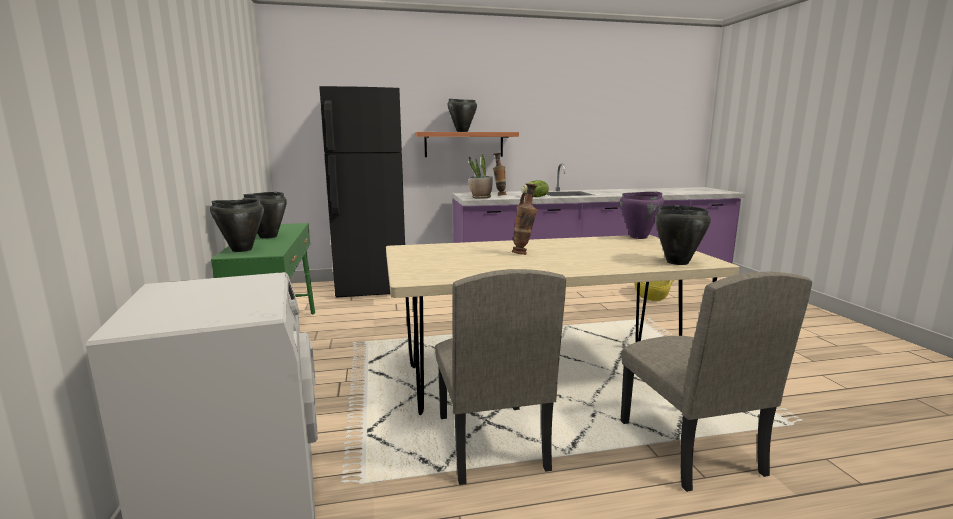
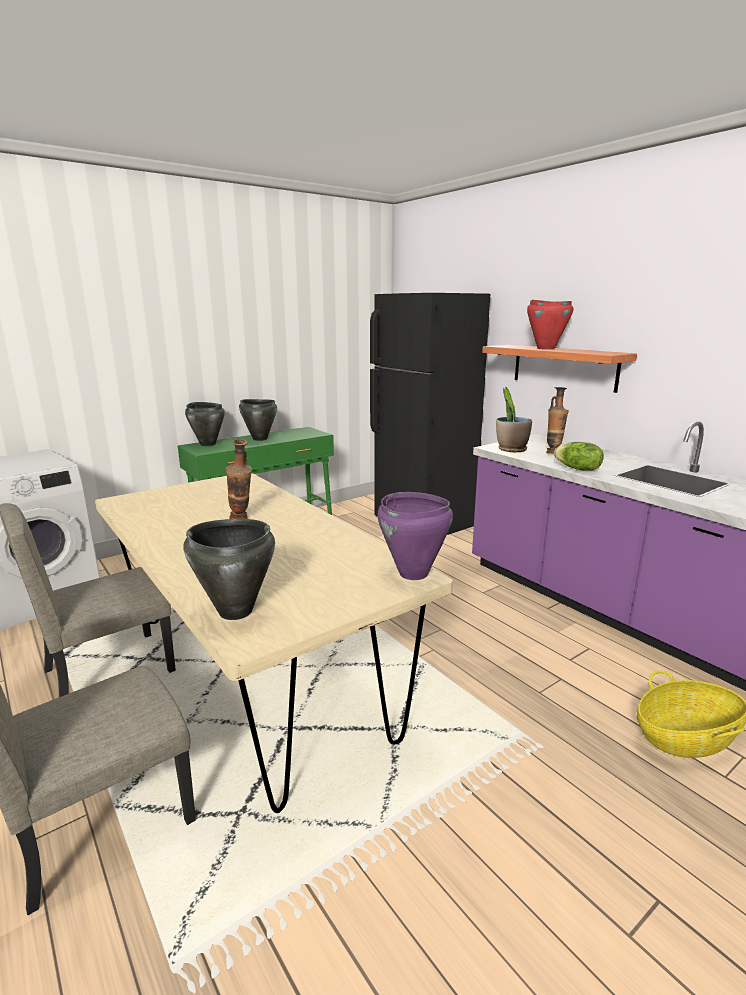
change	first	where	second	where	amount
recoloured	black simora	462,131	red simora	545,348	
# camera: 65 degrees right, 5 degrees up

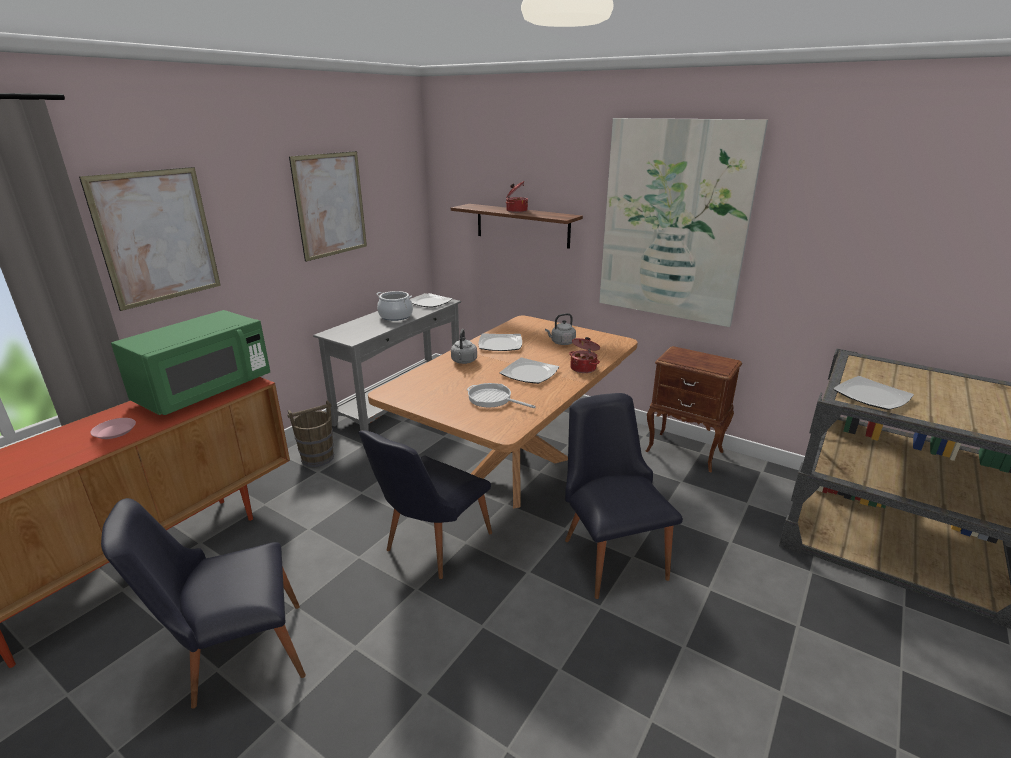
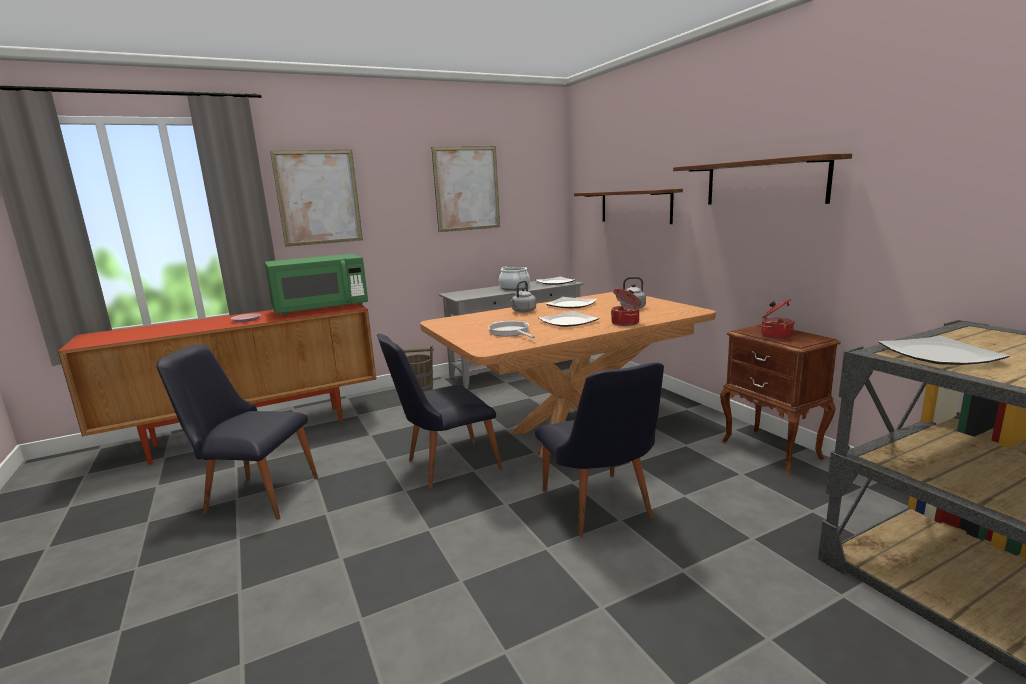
change	first	where	second	where	amount
moved	simora	516,211		775,336	
replaced	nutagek	673,222	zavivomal	764,182	
turned	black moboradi	610,551		600,510	150 degrees clockwise
# camera: 30 degrees right, 10 degrees down

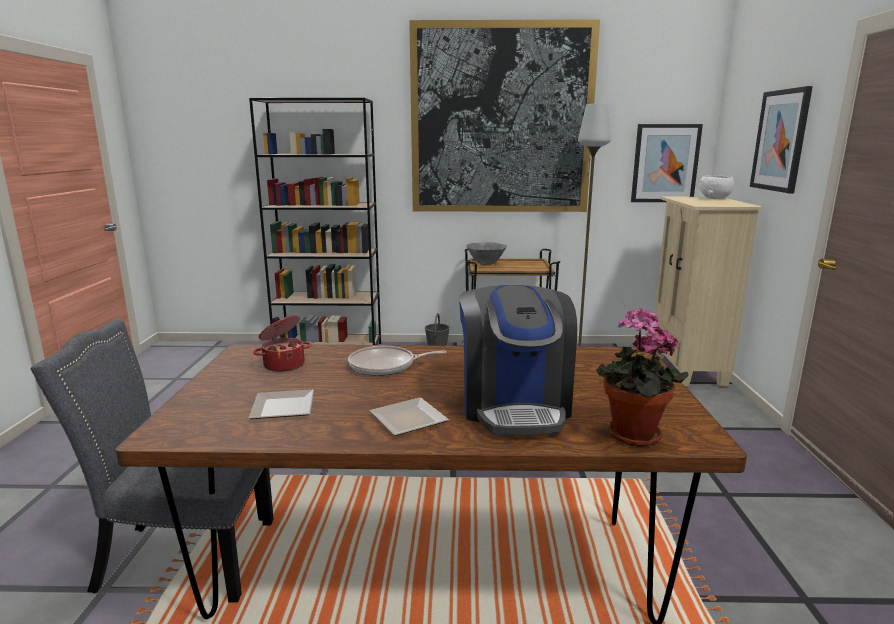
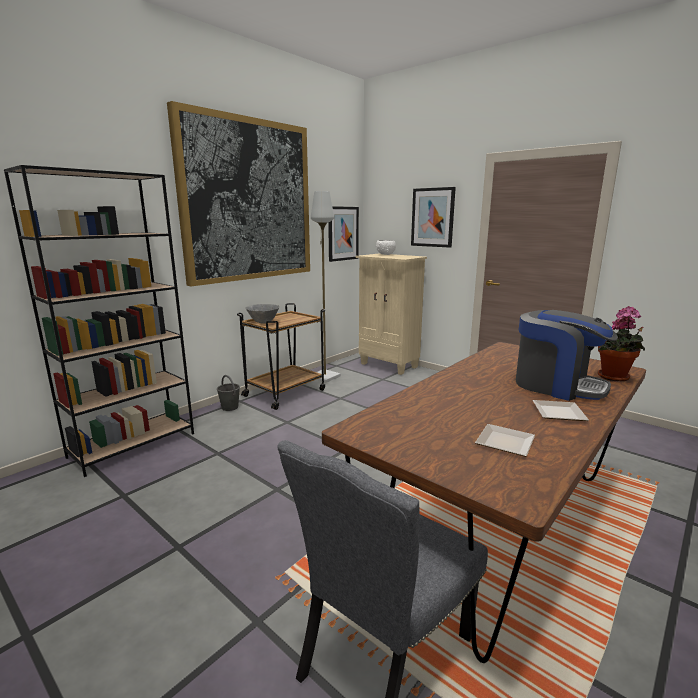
change	first	where	second	where	amount
removed	simora	284,365			
removed	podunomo	385,366			
# camera: 50 degrees left, 0 degrees up

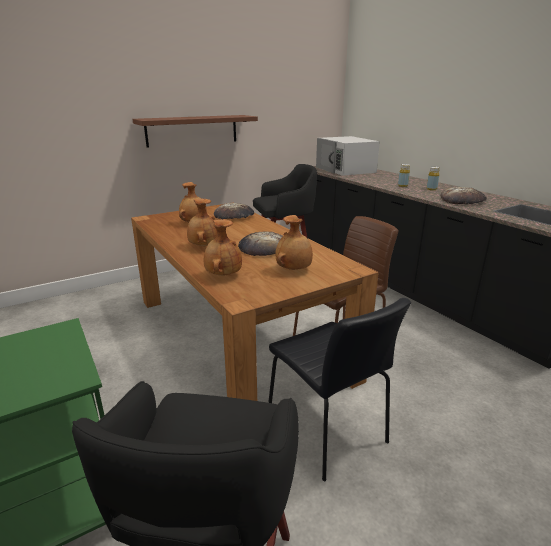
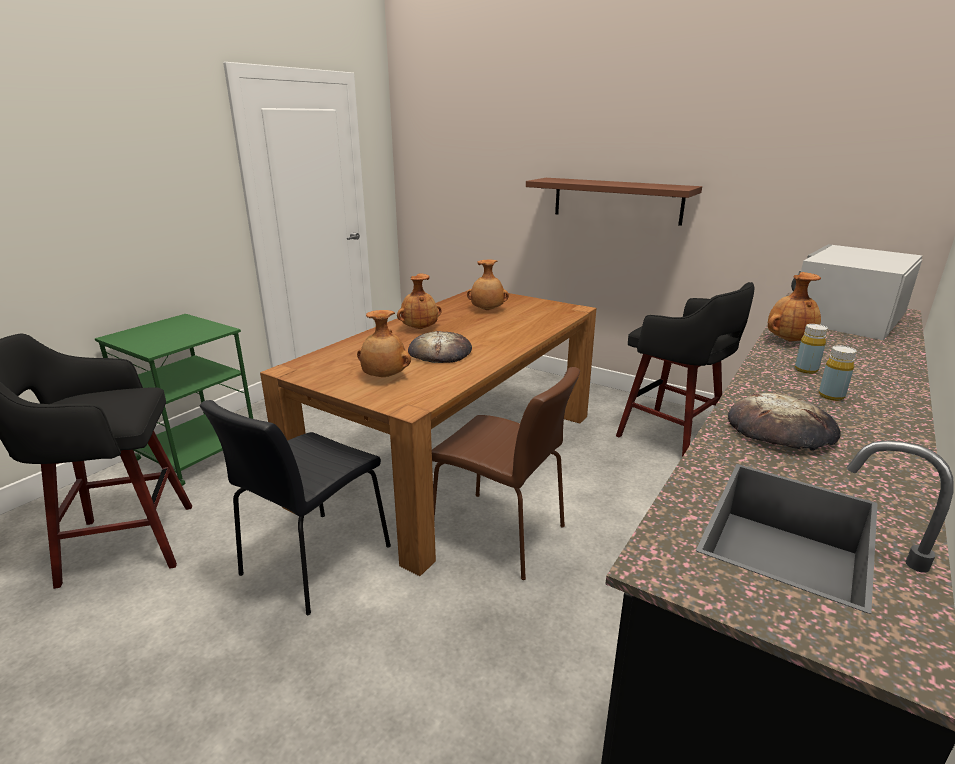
change	first	where	second	where	amount
removed	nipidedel	234,216			
moved	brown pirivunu	223,275		788,340	
# camera: 65 degrees right, 0 degrees up

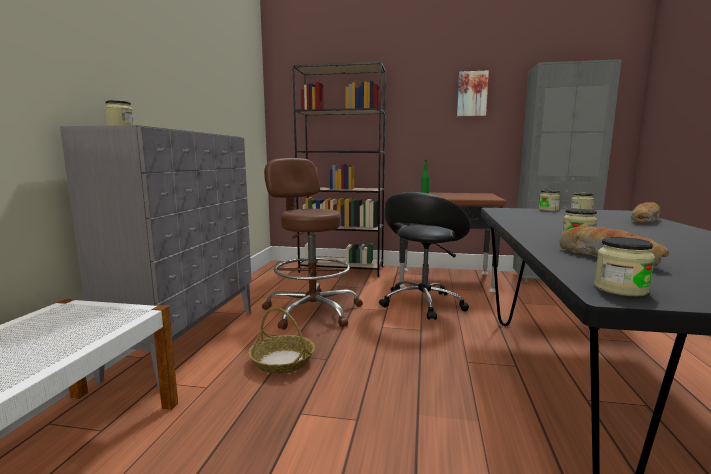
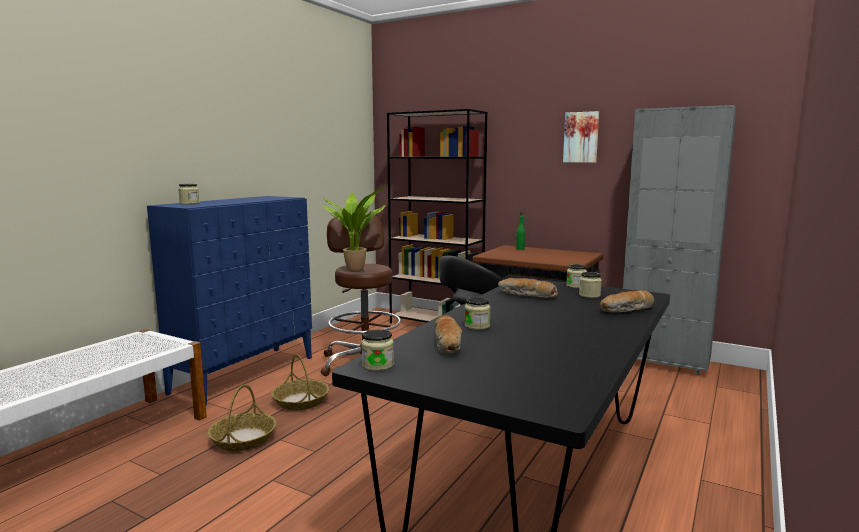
change	first	where	second	where	amount
added			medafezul	243,439	
added			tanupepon	357,270	
added			nipidedel	526,295	
recoloured	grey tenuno	190,341	blue tenuno	246,374	
# camera: 20 degrees right, 0 degrees up

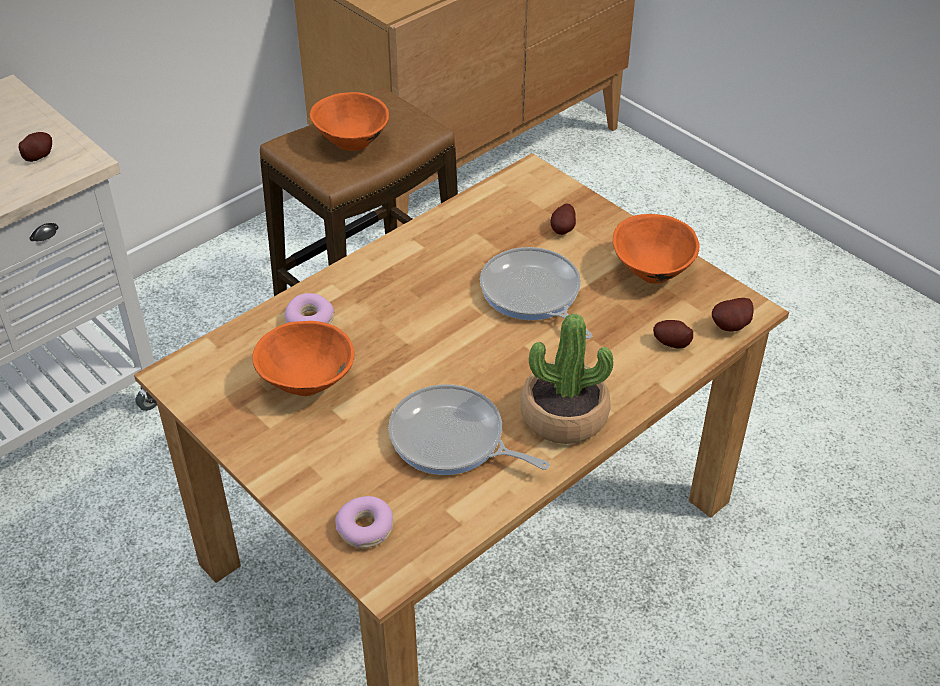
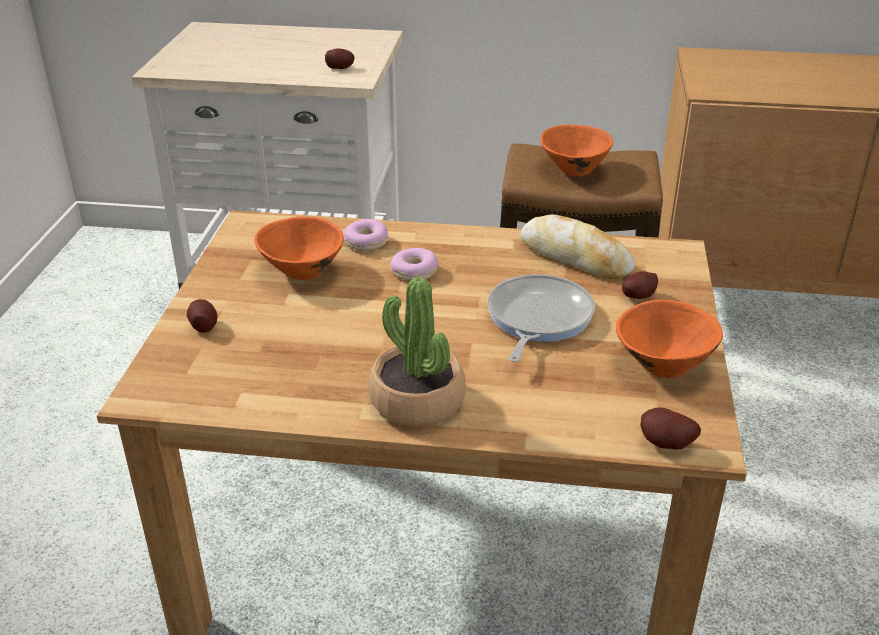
change	first	where	second	where	amount
removed	podunomo	452,440			
added			nipidedel	575,257	
moved	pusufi	365,528		414,272	
moved	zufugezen	671,342		203,325	
# camera: 50 degrees right, 10 degrees down

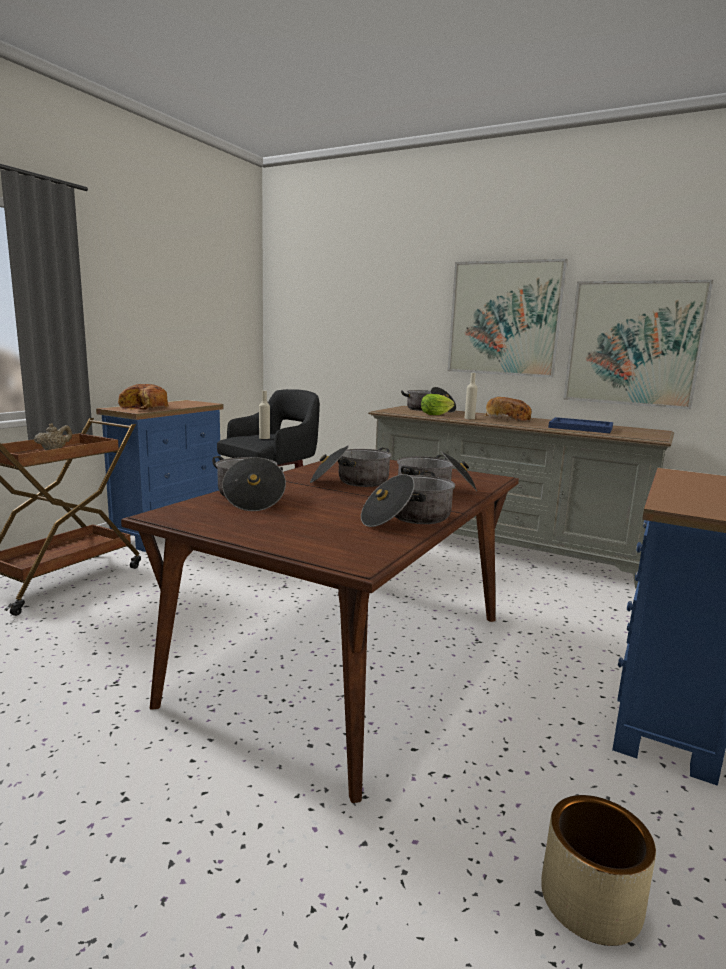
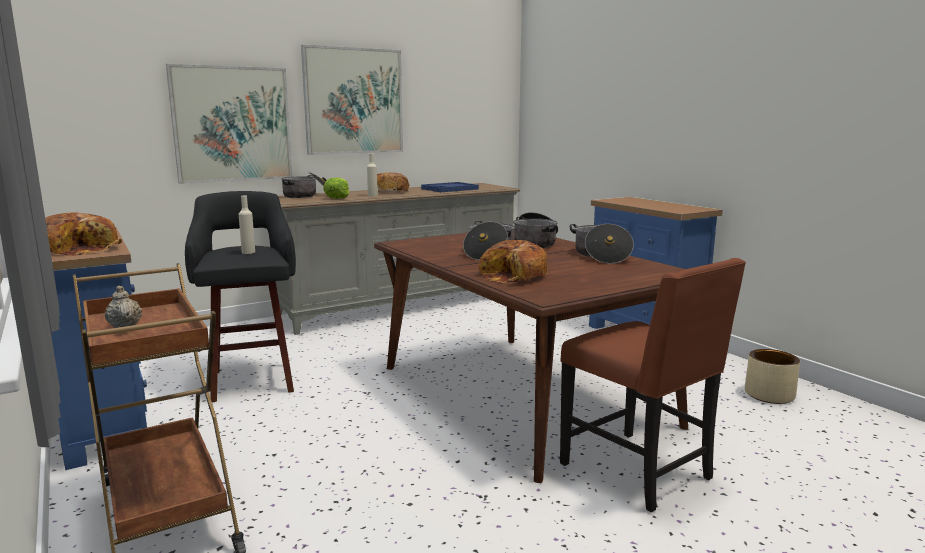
change	first	where	second	where	amount
added			brown moboradi	639,472	
moved	nutagek	633,344		232,124	
replaced	simora	249,498	nipidedel	514,276	
# camera: 60 degrees left, 0 degrees up

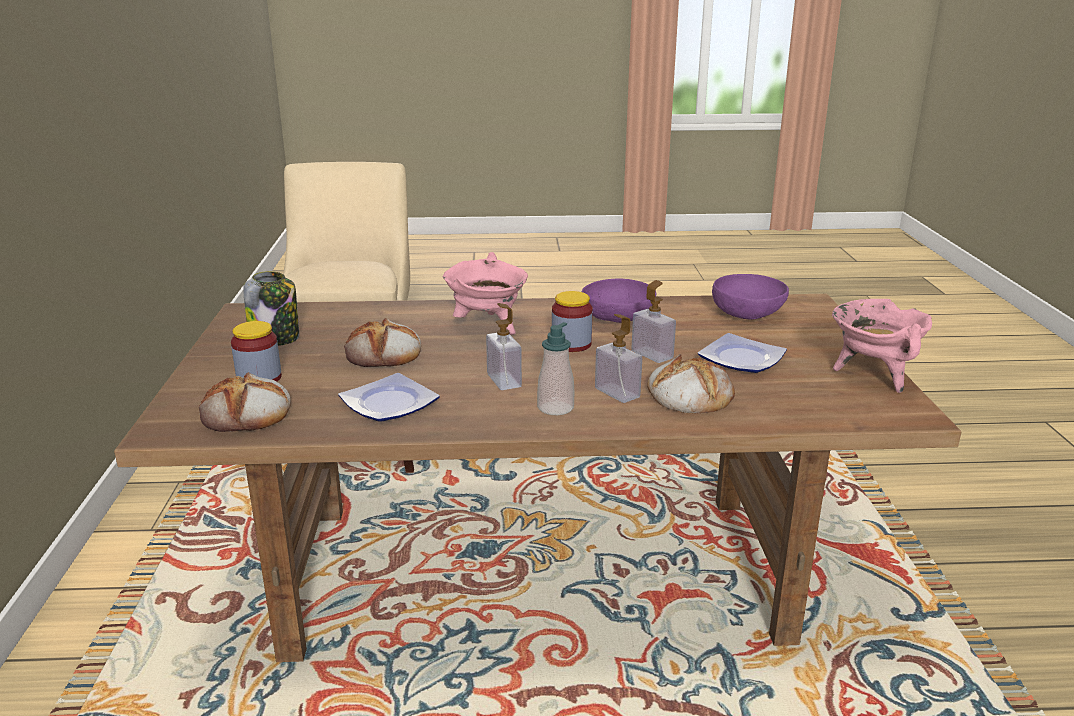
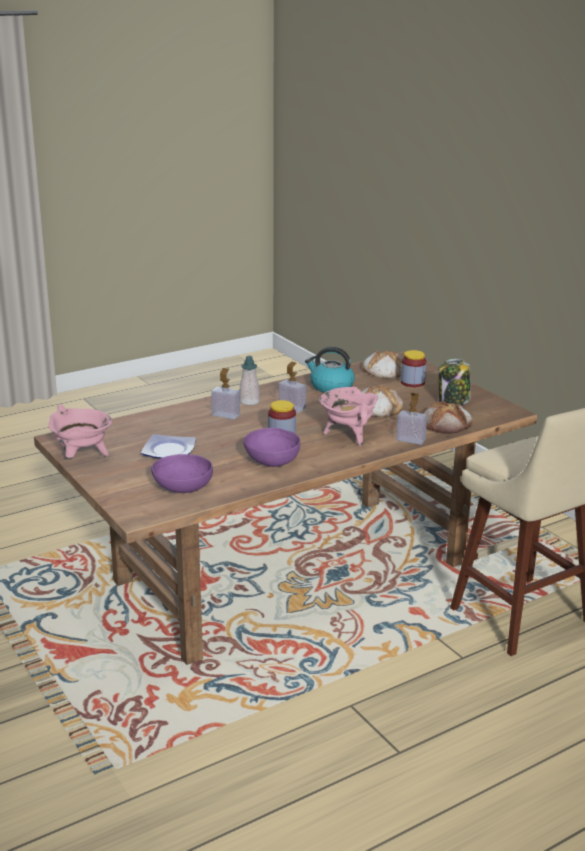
change	first	where	second	where	amount
moved	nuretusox	652,354		410,440	
moved	nipidedel	689,394		446,423	
replaced	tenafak	390,403	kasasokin	331,387	
# camera: 150 degrees right, 0 degrees up

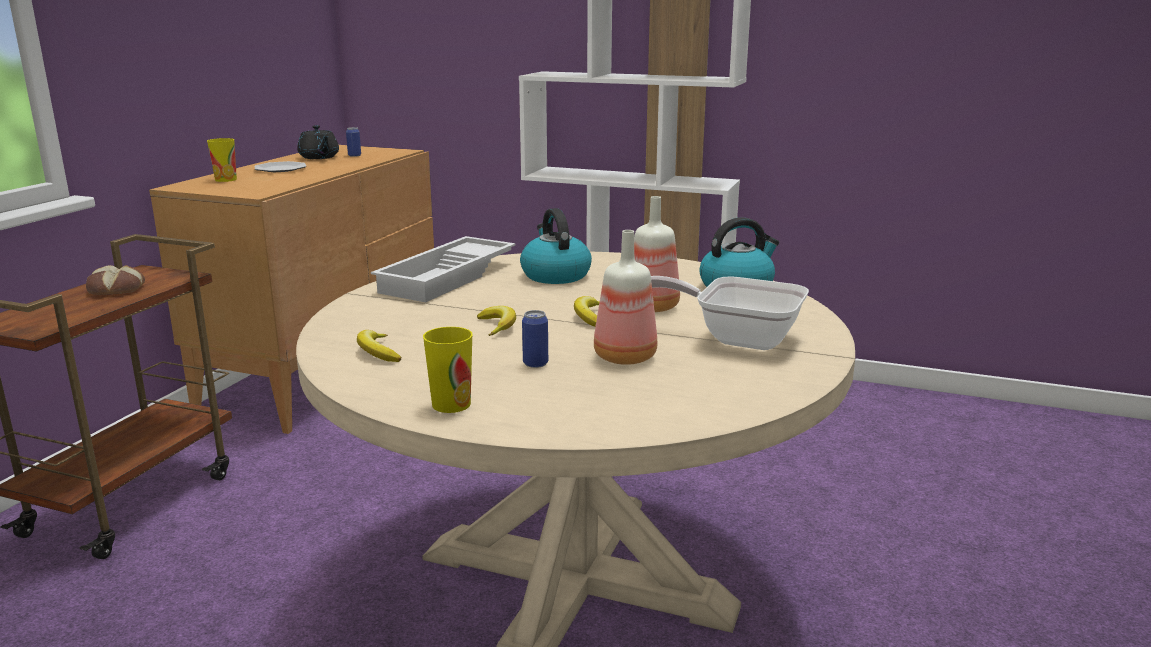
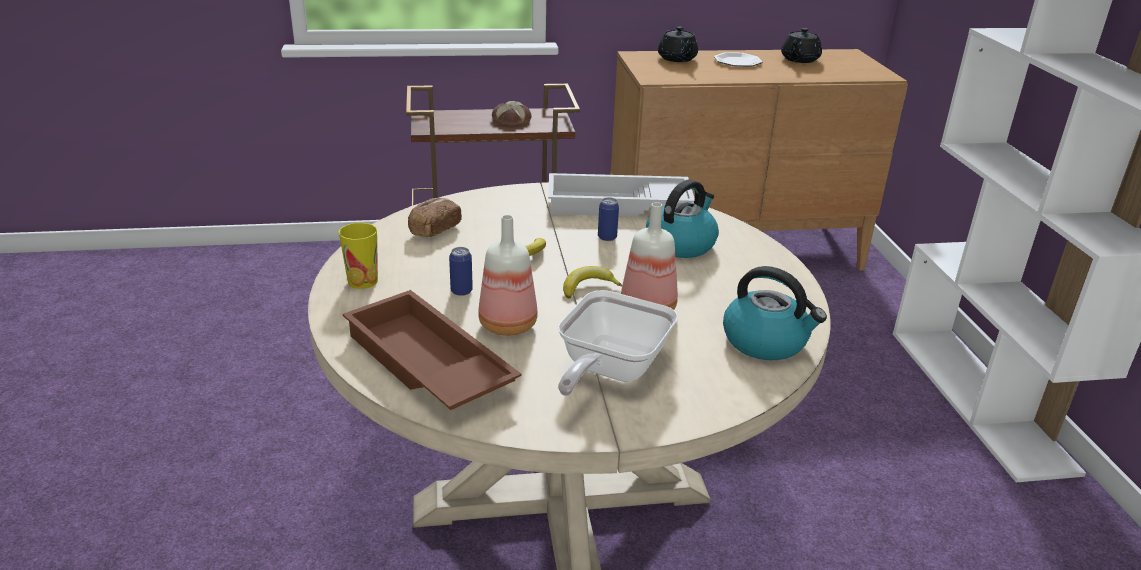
change	first	where	second	where	amount
added			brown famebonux	425,365	
moved	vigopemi	354,155		607,237	
replaced	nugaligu	226,179	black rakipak	677,59	
replaced	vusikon	377,352	nipidedel	433,229	
turned	podunomo	737,338		609,371	150 degrees counterclockwise
# camera: 60 degrees right, 10 degrees up

